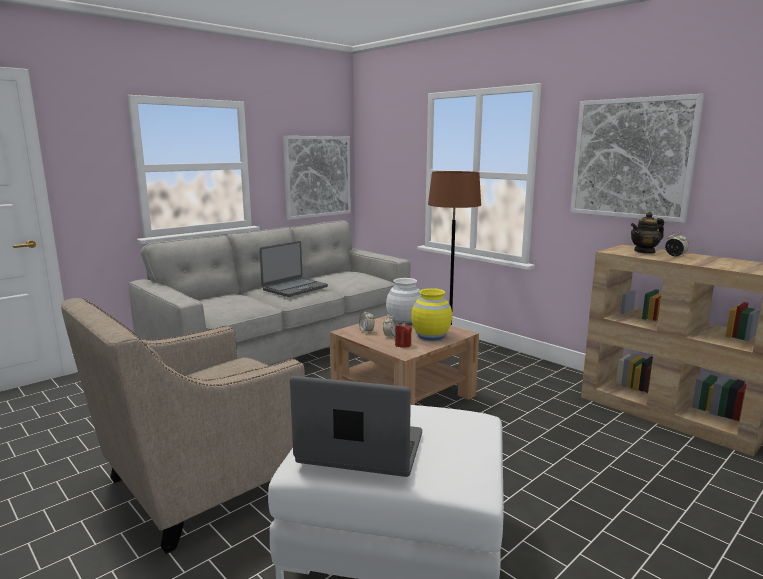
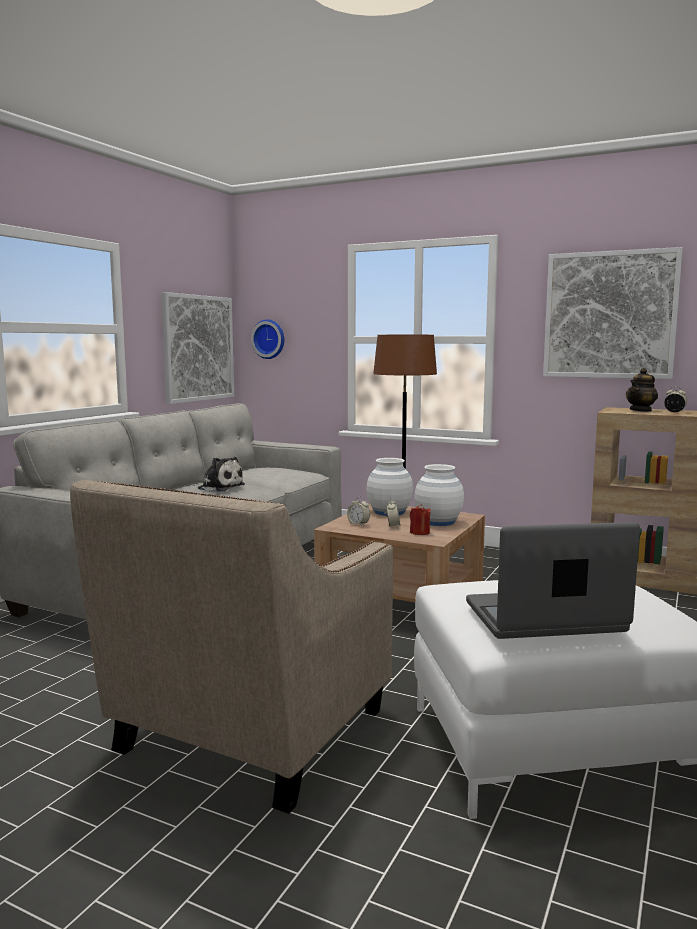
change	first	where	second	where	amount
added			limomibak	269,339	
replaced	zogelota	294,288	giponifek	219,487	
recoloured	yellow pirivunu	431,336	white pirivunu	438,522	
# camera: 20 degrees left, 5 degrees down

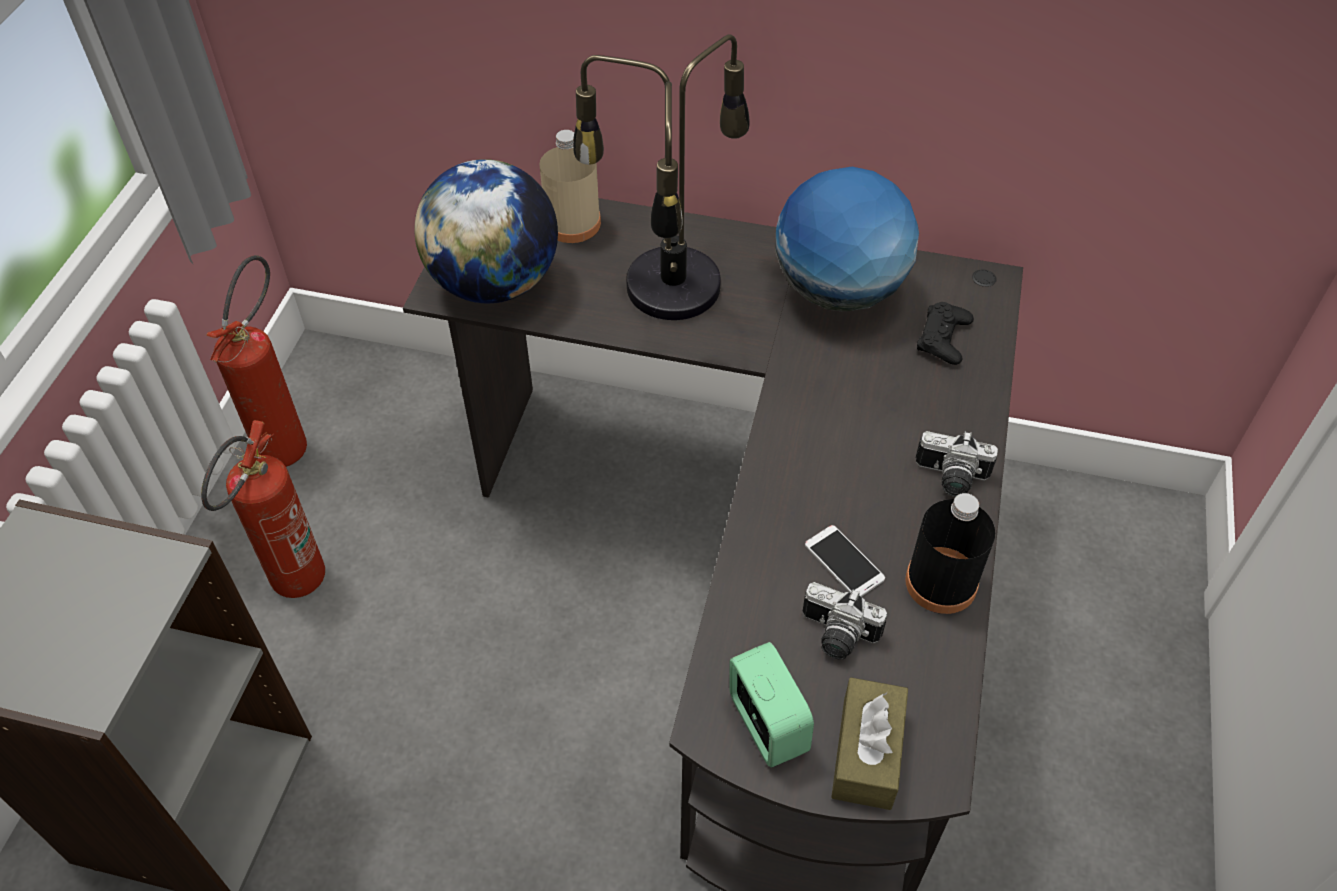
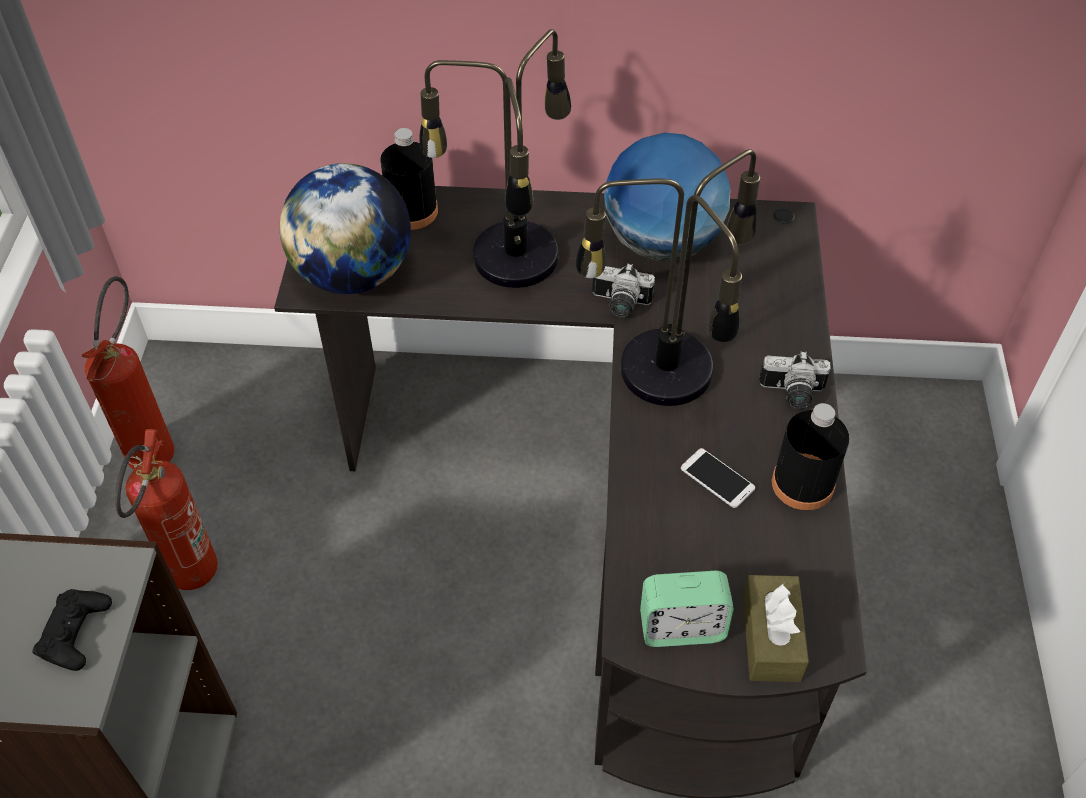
change	first	where	second	where	amount
added			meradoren	666,372	
moved	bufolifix	836,636		619,304	
moved	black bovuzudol	943,338		75,632	
recoloured	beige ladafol	572,223	black ladafol	412,211	
turned	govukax	767,725		682,627	120 degrees clockwise
# camera: 10 degrees left, 0 degrees up

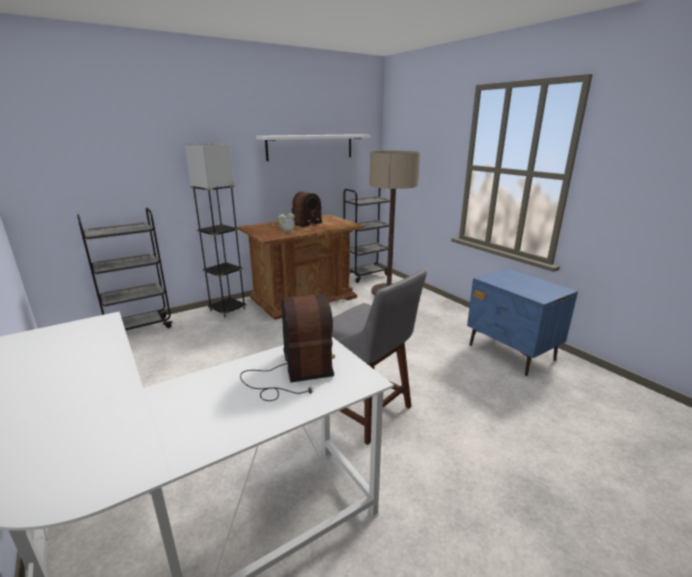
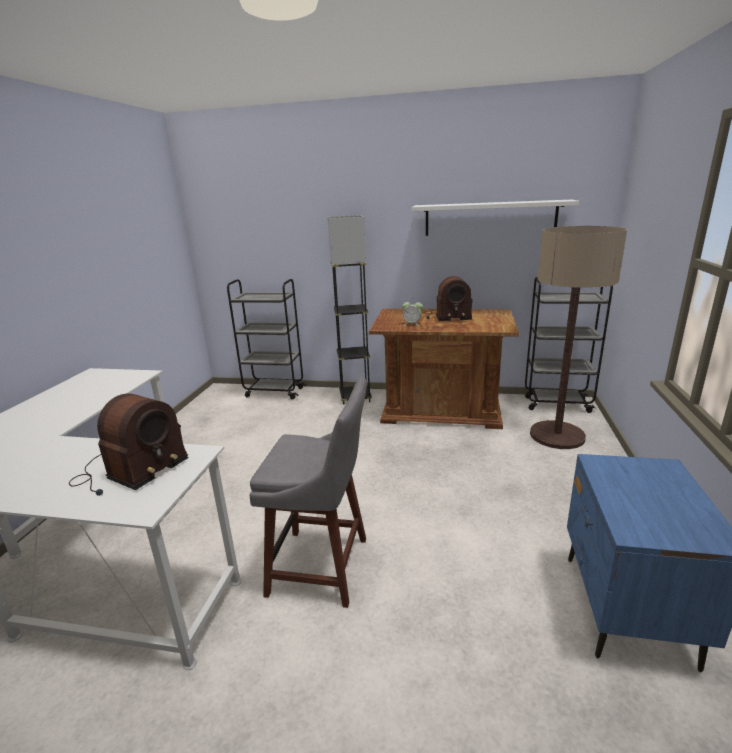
change	first	where	second	where	amount
turned	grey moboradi	369,412		324,567	75 degrees counterclockwise
# camera: 45 degrees right, 0 degrees up

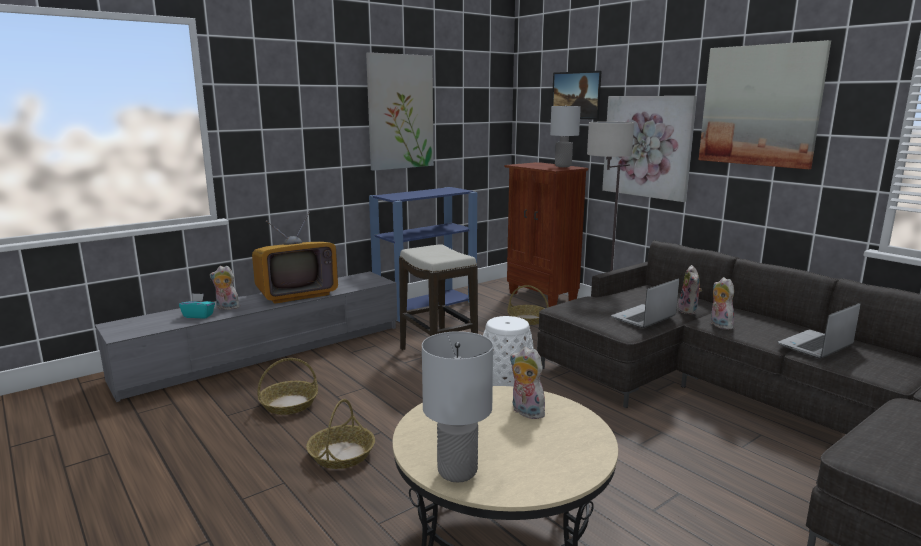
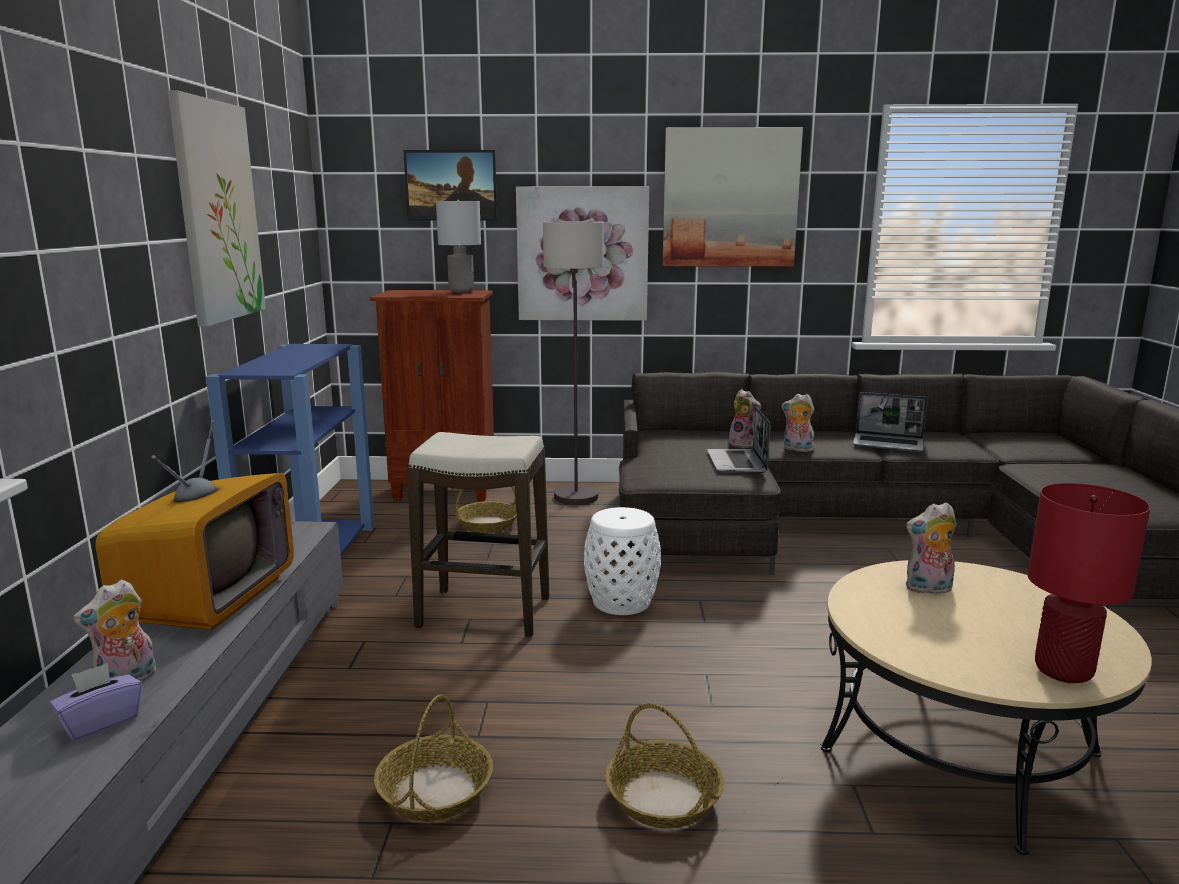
change	first	where	second	where	amount
recoloured	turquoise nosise	198,315	purple nosise	100,722	
recoloured	grey meradoren	458,475	red meradoren	1063,674	
turned	zogelota	815,346		889,444	75 degrees counterclockwise
# camera: 50 degrees left, 0 degrees up

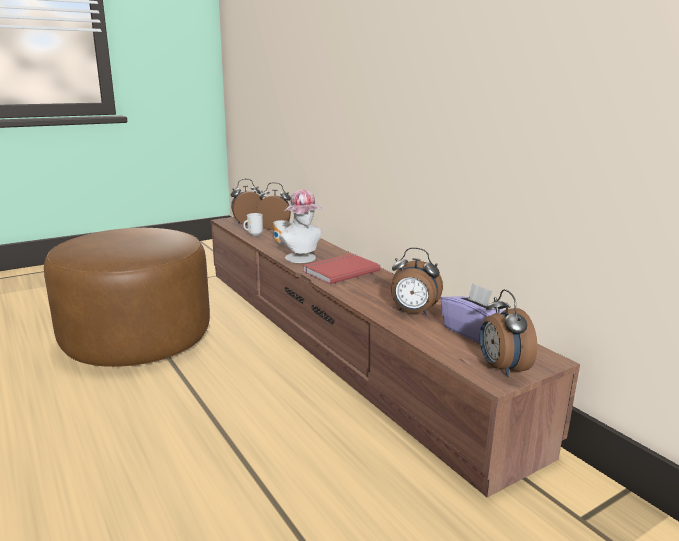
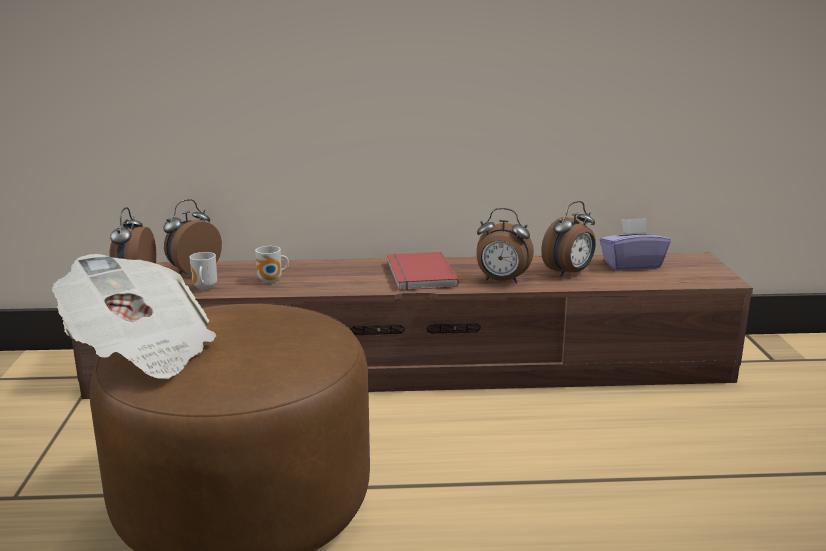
change	first	where	second	where	amount
removed	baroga	303,259			
added			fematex	141,351	
moved	govukax	501,368		501,281	
# camera: 60 degrees left, 0 degrees up

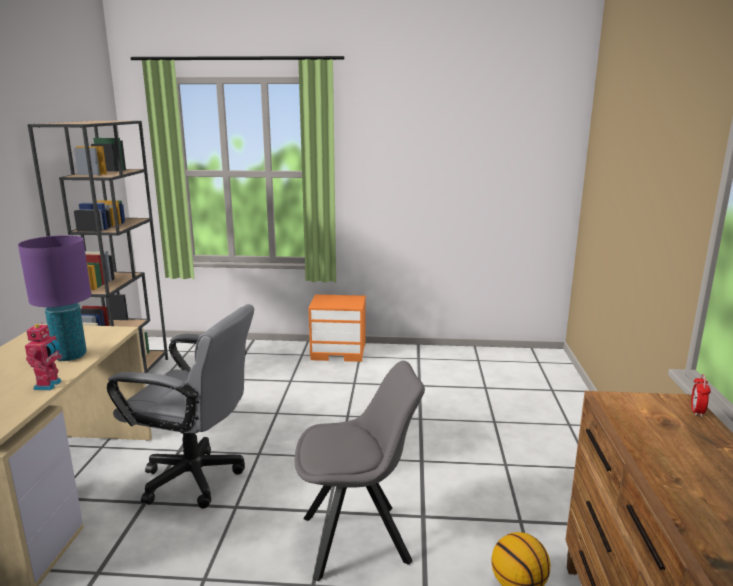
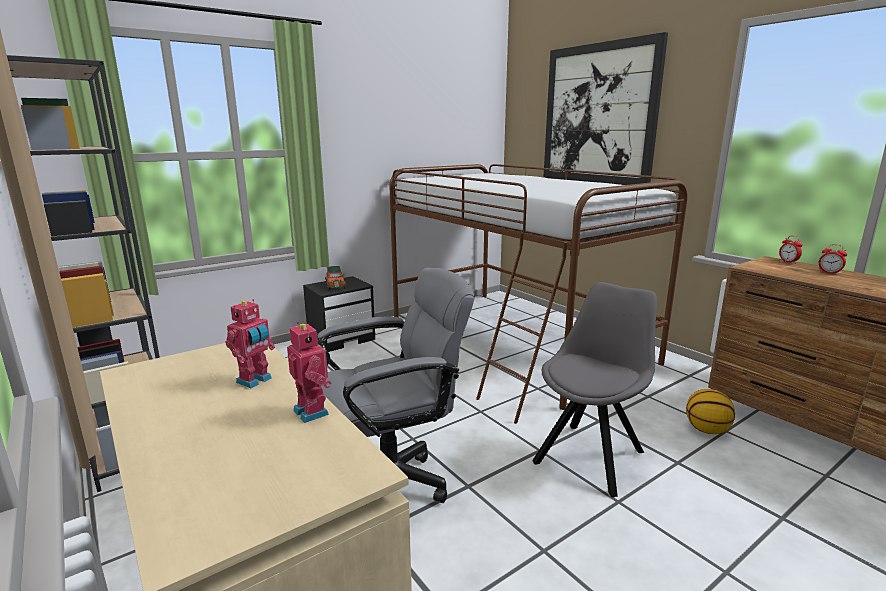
change	first	where	second	where	amount
added			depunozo	335,285	
added			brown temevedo	514,340	
added			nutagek	598,115	
added			govukax	829,272	
replaced	purple meradoren	70,356	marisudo	255,381	
recoloured	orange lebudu	339,352	black lebudu	342,338	
# camera: 40 degrees left, 0 degrees up

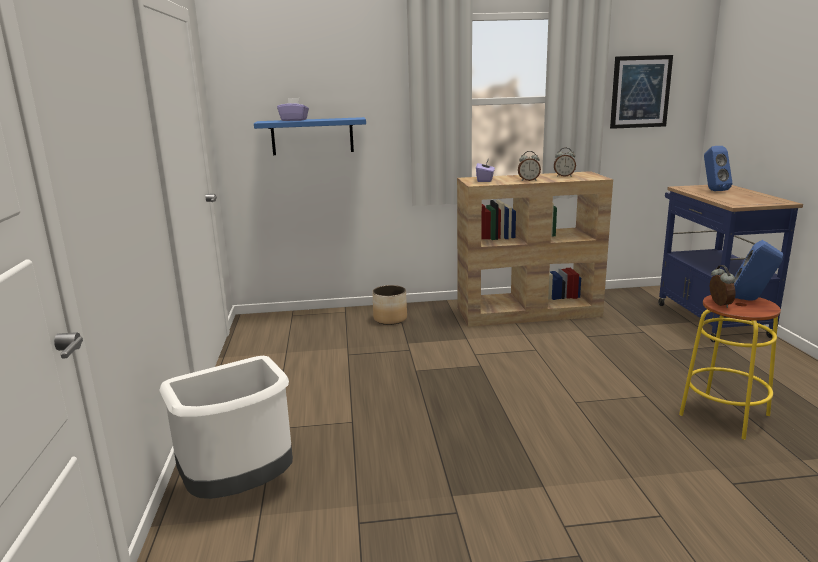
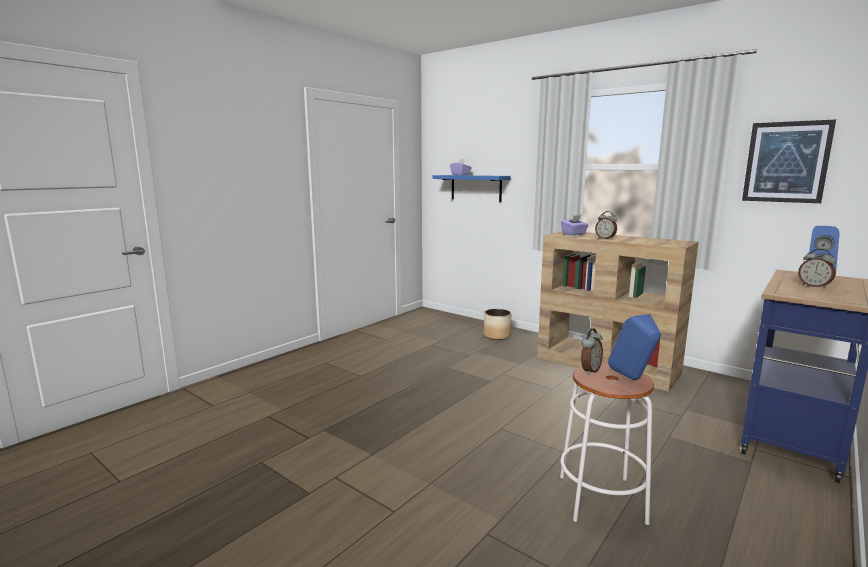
change	first	where	second	where	amount
removed	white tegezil	241,488			
moved	govukax	564,176		814,286	
recoloured	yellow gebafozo	724,415	white gebafozo	601,498	
# camera: 45 degrees right, 5 degrees down

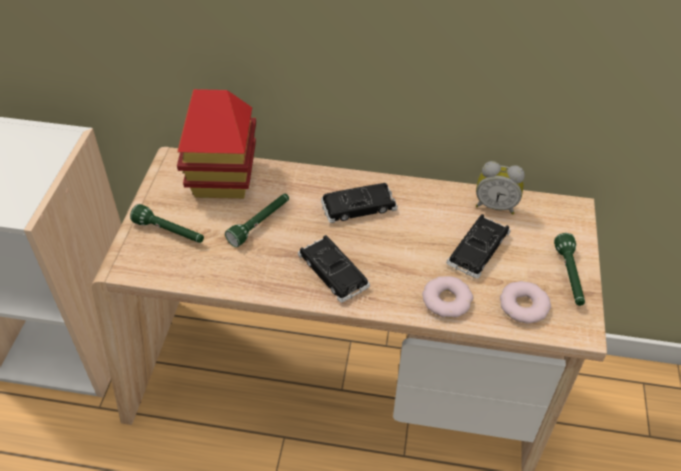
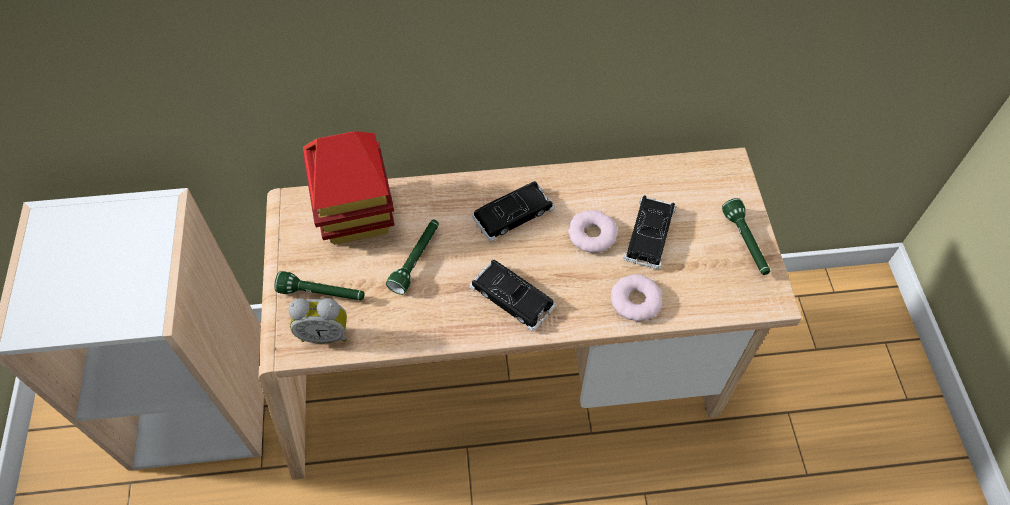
change	first	where	second	where	amount
moved	govukax	495,205		325,333	
moved	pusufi	523,305		591,234	
# camera: 15 degrees left, 10 degrees up

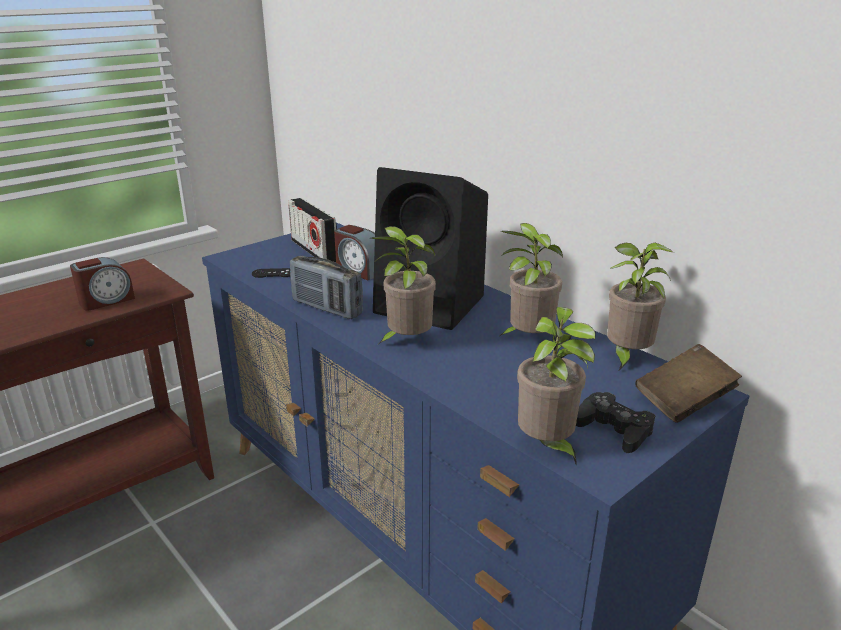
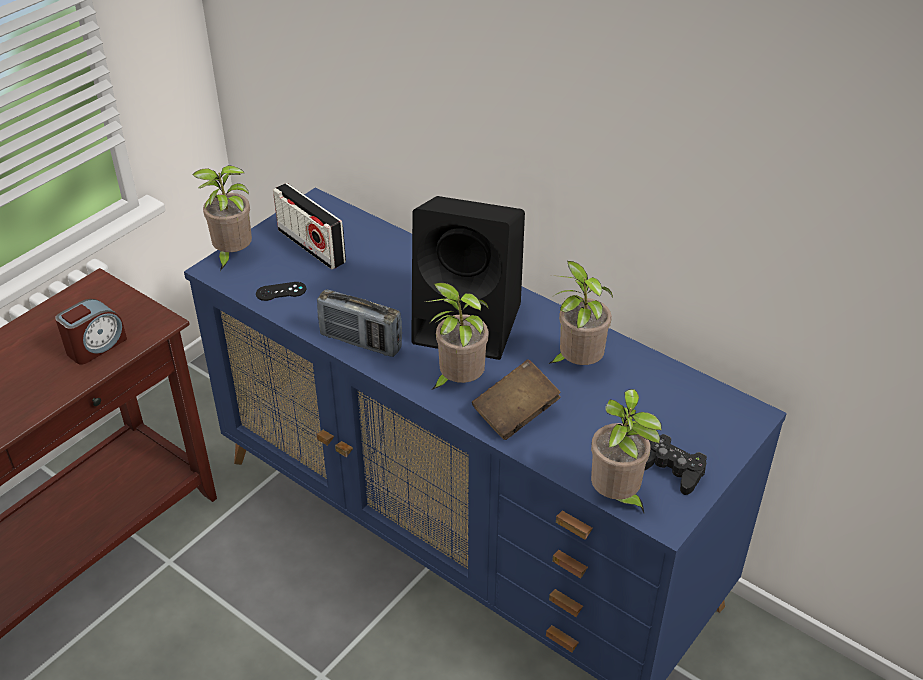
change	first	where	second	where	amount
removed	govukax	359,270			
moved	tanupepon	626,357		232,256	
moved	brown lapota	683,401		515,414	
# camera: 10 degrees left, 15 degrees up

